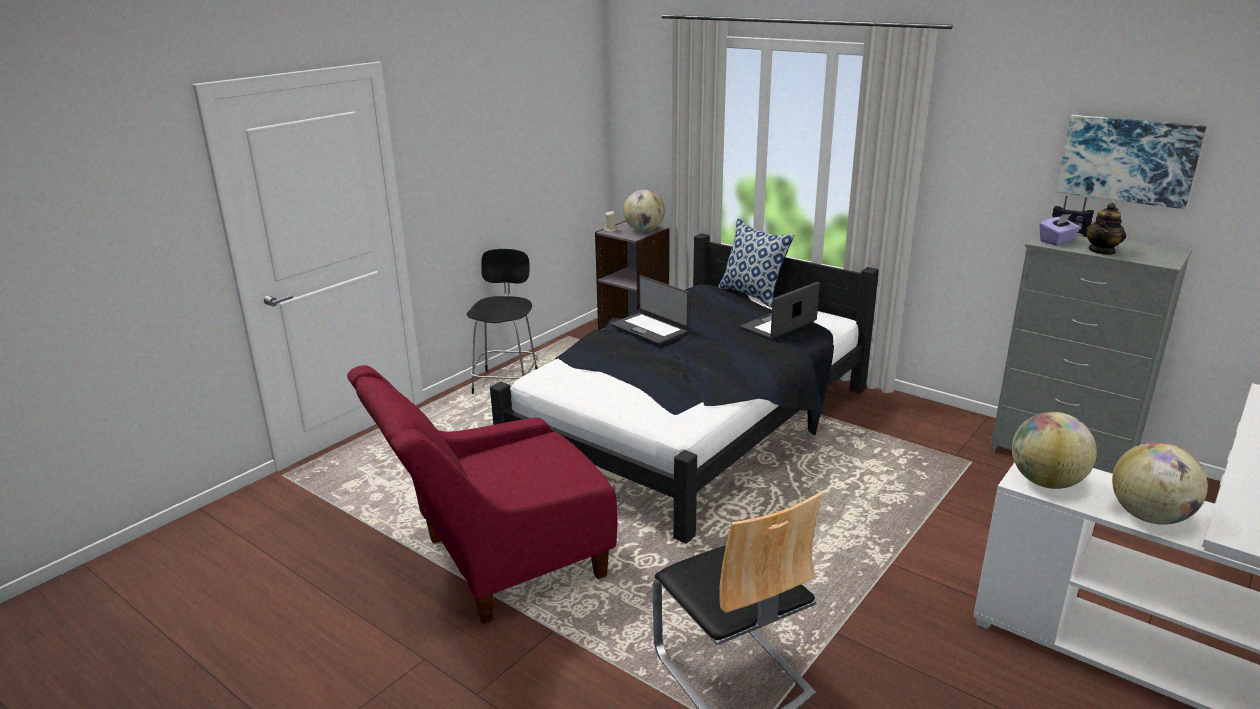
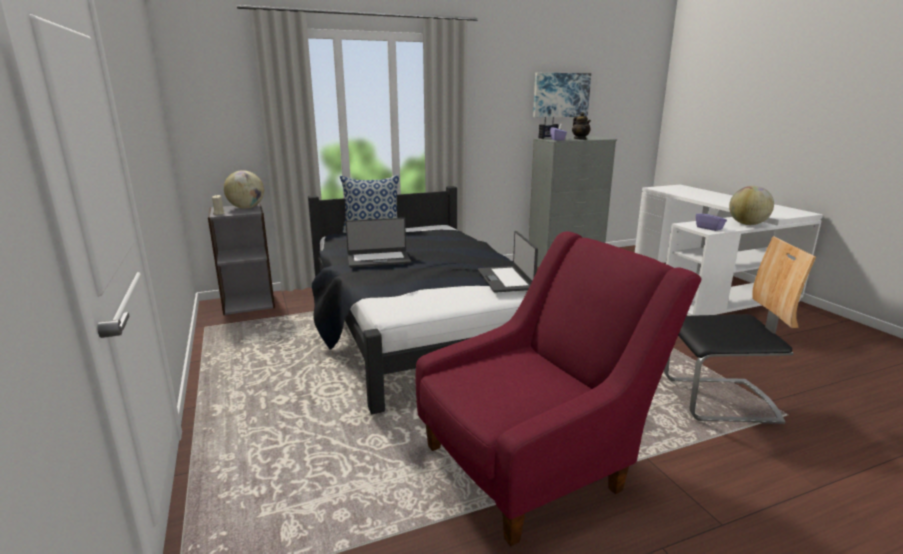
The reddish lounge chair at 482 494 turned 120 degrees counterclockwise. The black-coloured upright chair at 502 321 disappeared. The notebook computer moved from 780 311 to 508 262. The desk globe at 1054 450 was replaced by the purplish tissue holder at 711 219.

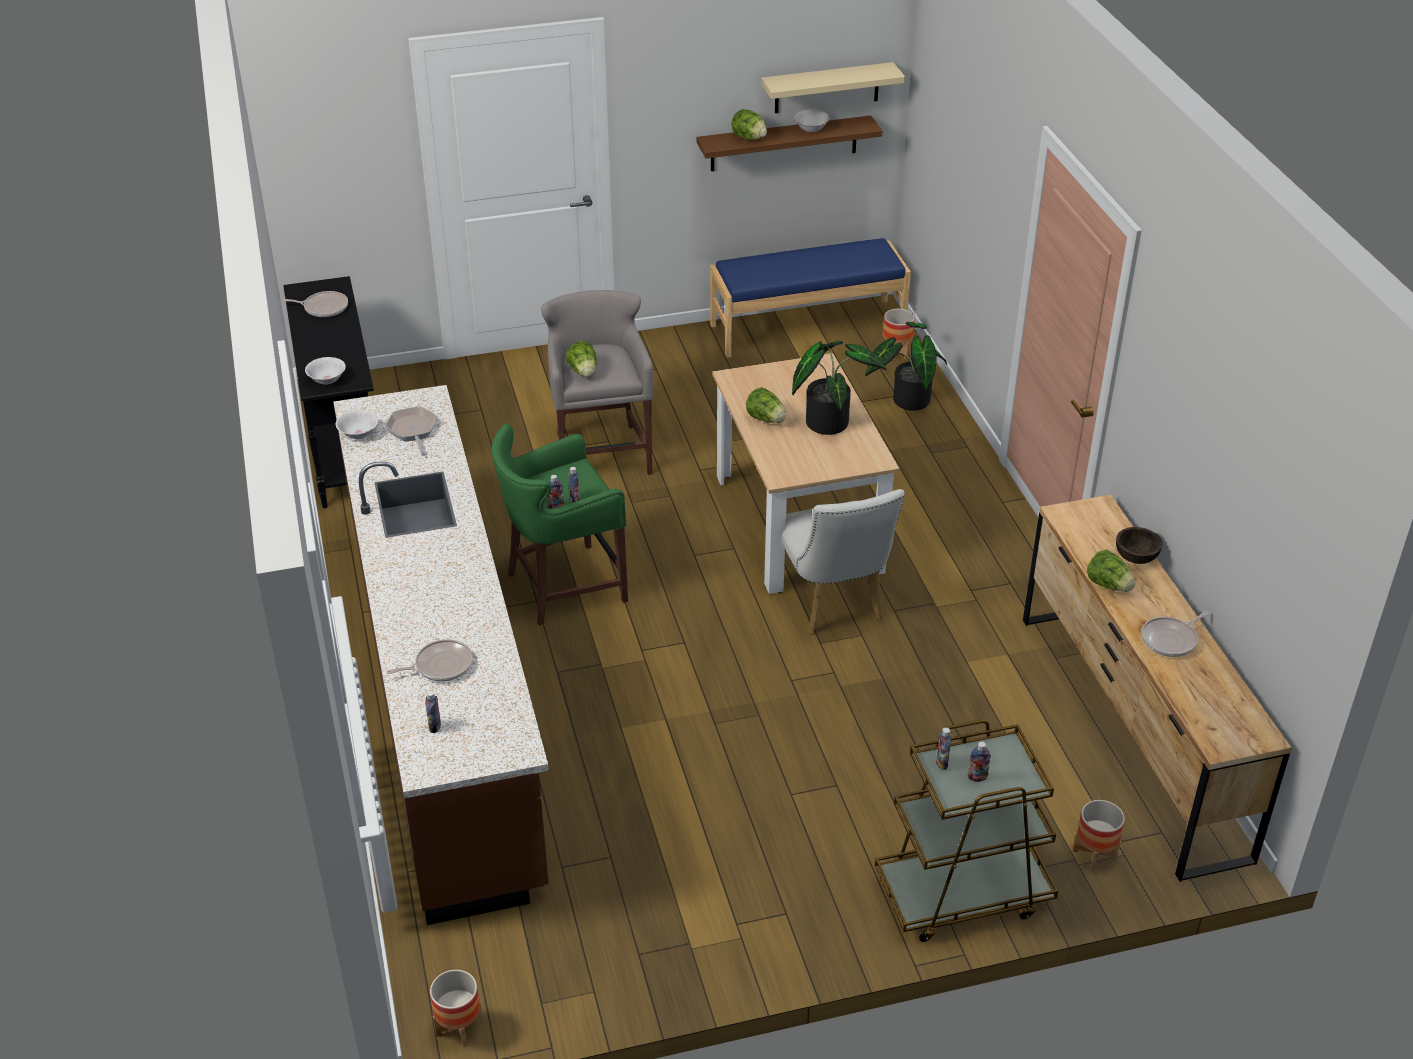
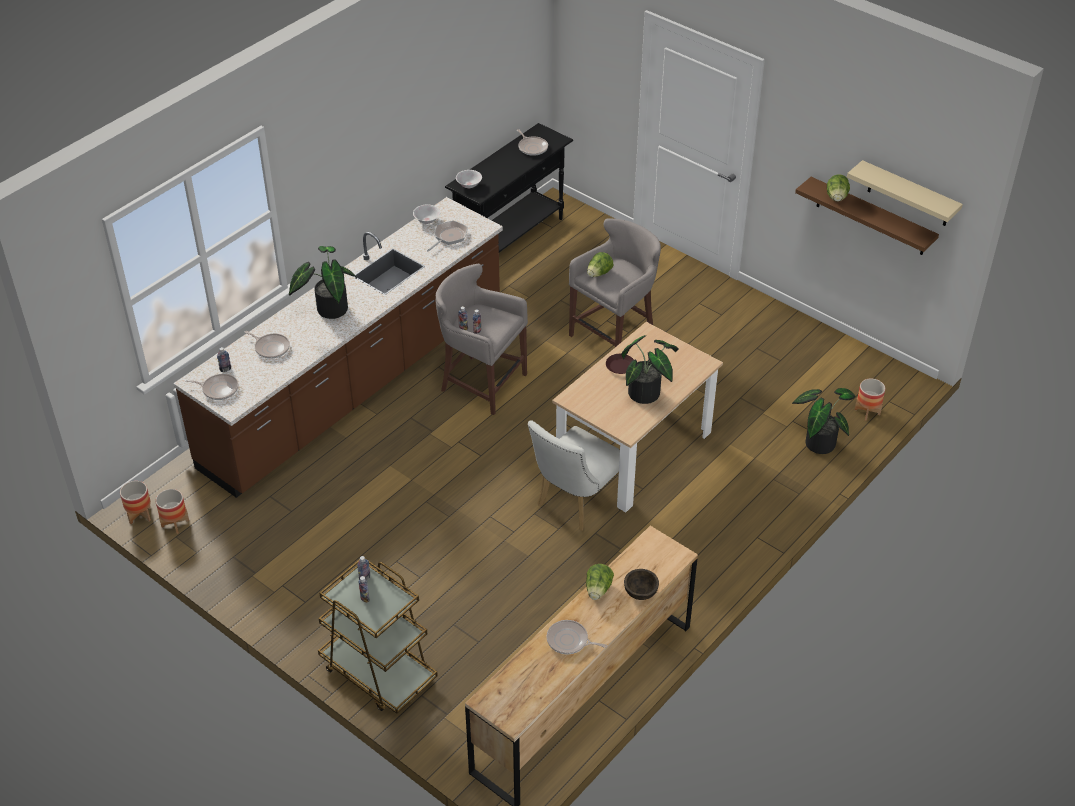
The green-coloured stool at 560 525 became the grey stool at 481 339. The blue-coloured indoor bench at 810 298 disappeared. The lettuce head at 766 405 was replaced by the brownish dinner plate at 620 364. The whitish serving bowl at 812 121 disappeared. The plant pot moved from 1099 835 to 172 511. The frying pan at 211 387 appeared. The plant in a pot at 323 282 appeared.

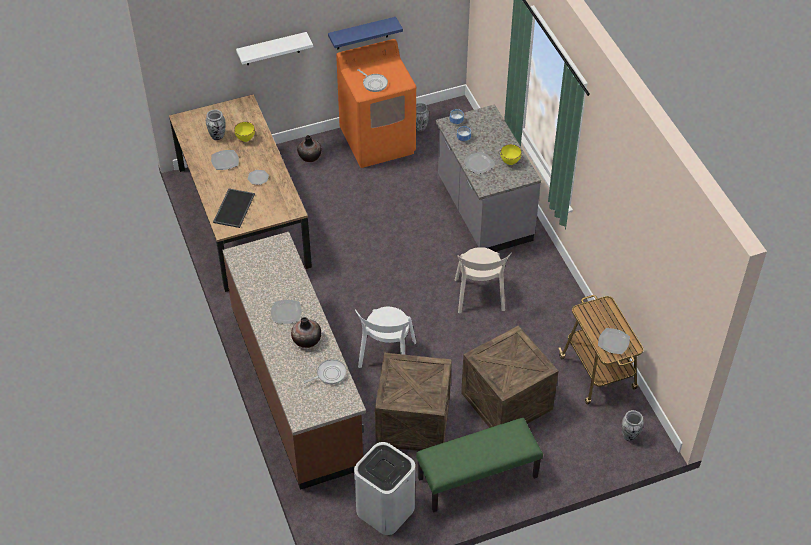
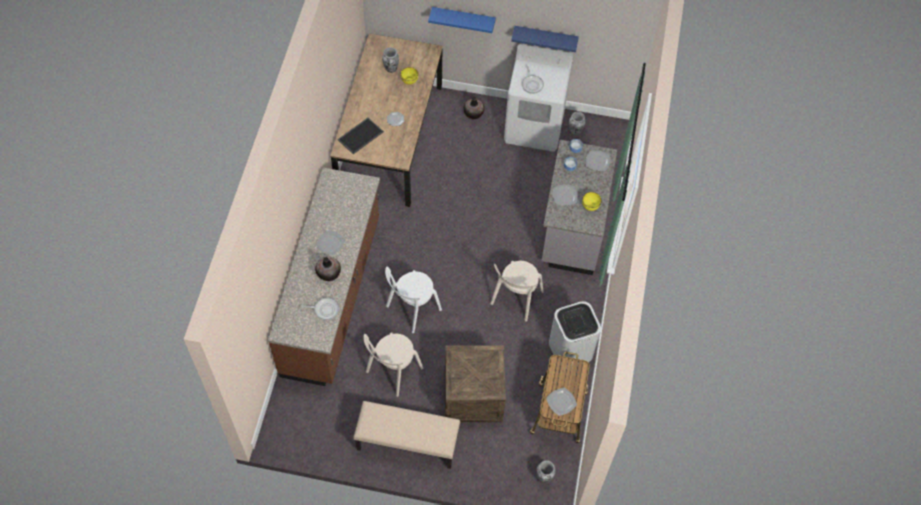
The dinner plate moved from 225 160 to 598 160. The whitish bracket shelf at 274 48 became the blue-coloured bracket shelf at 462 20. The orange-coloured washing machine at 376 103 became the whitish washing machine at 539 98. The whitish trash can moved from 384 488 to 575 334. The shipping crate at 413 402 was replaced by the sand-coloured upright chair at 393 364. The green-coloured indoor bench at 479 465 became the sand-coloured indoor bench at 406 435.

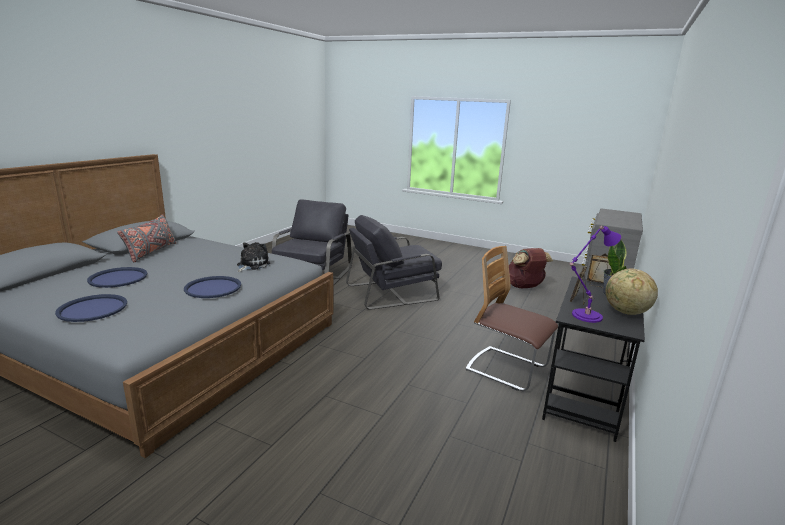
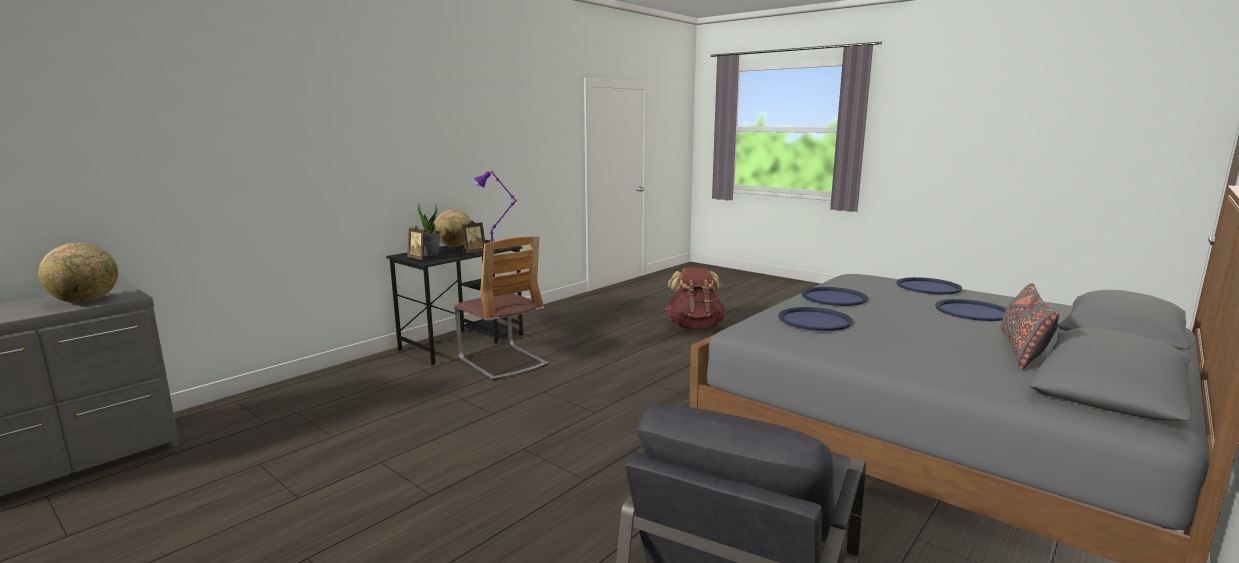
The soft toy at 253 257 was replaced by the blue-coloured tray at 815 319. The grey lounge chair at 394 262 disappeared. The brownish backpack moved from 531 268 to 696 298. The desk globe at 78 272 appeared.

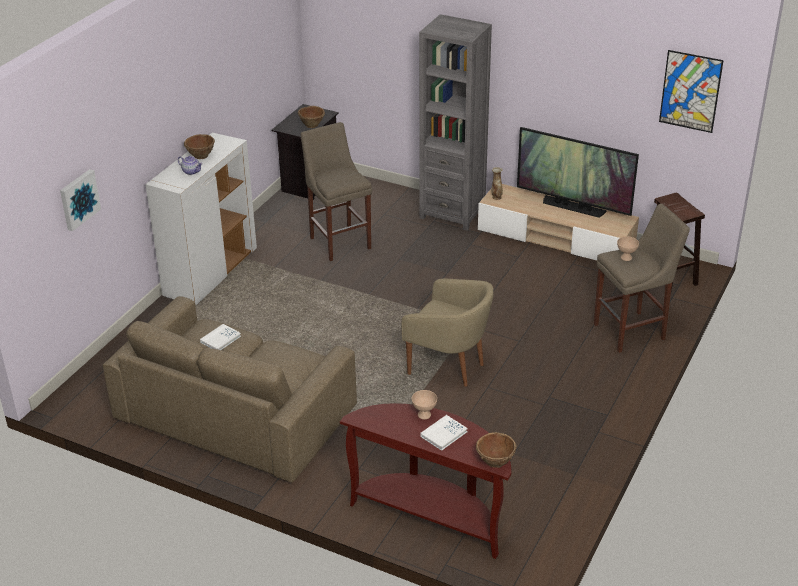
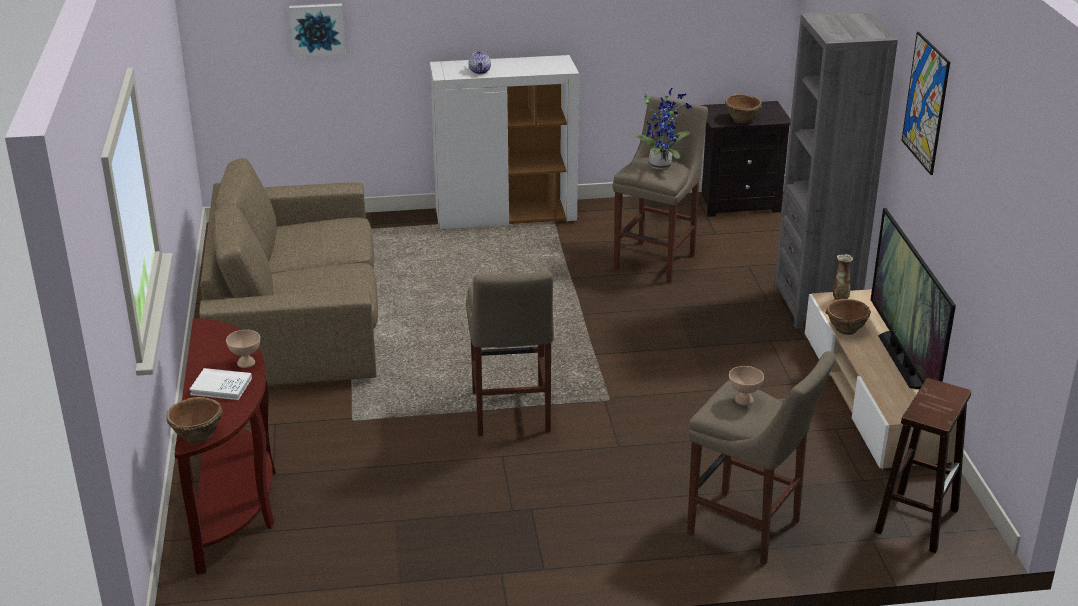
The brownish serving bowl moved from 199 146 to 848 317. The whitish volume at 220 337 disappeared. The sand-coloured lounge chair at 447 333 was replaced by the sand-coloured stool at 510 353. The wall picture moved from 691 91 to 926 103. The plant in a pot at 661 129 appeared.

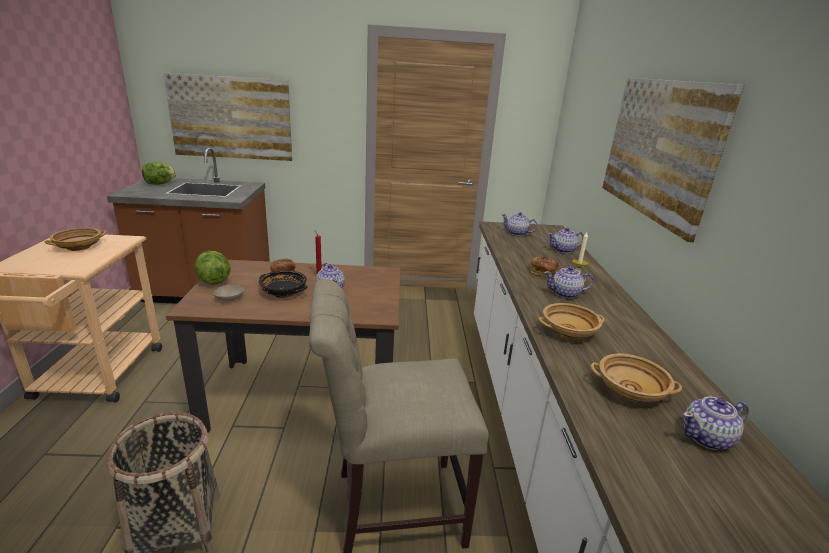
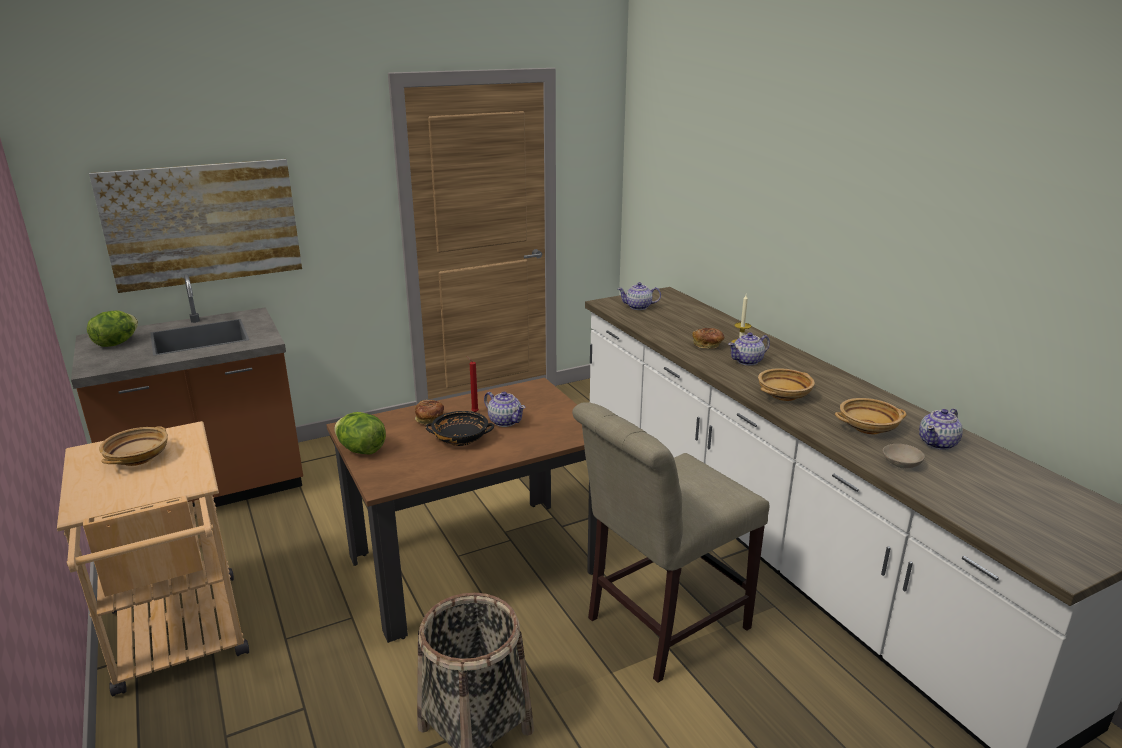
The sand-coloured serving bowl moved from 228 293 to 904 456. The tea pot at 566 240 disappeared. The wall picture at 673 160 disappeared.

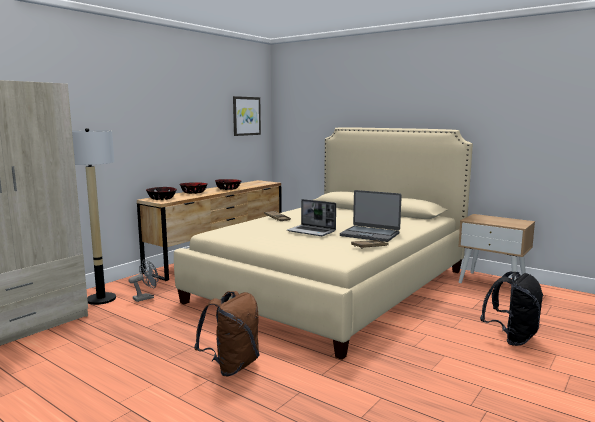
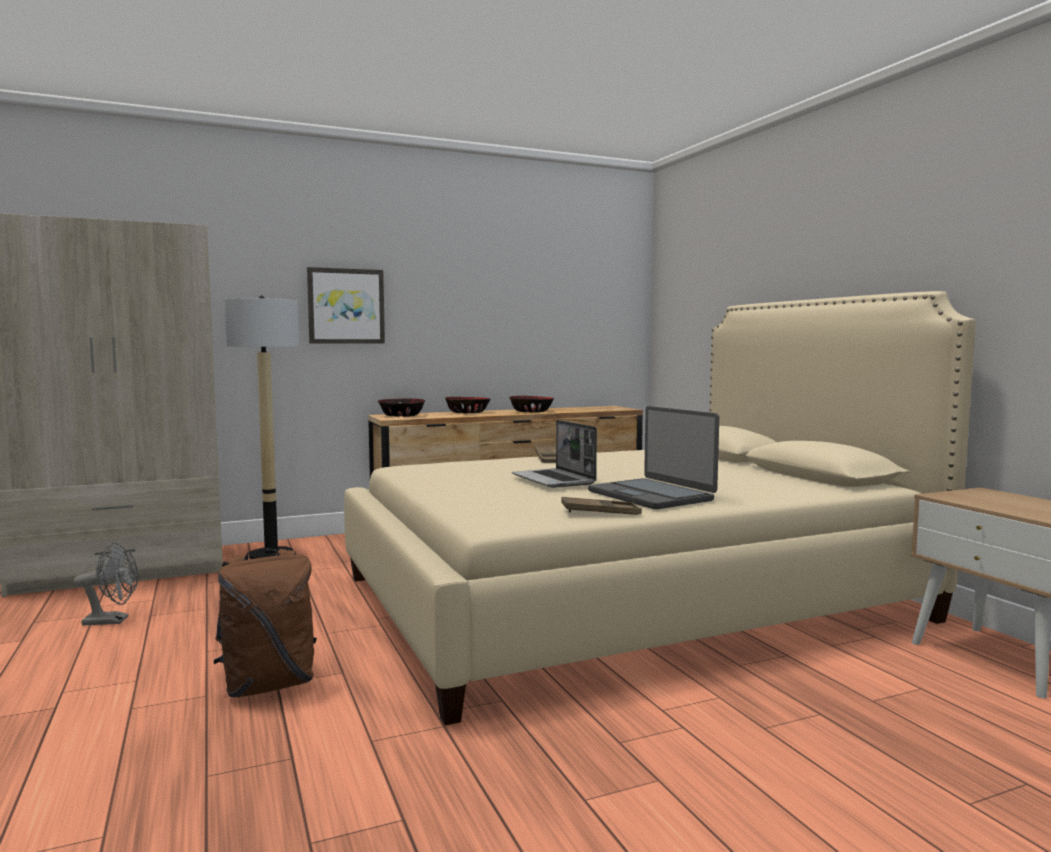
The grey electric fan moved from 144 280 to 106 584. The wall picture moved from 247 116 to 346 305. The black-coloured backpack at 512 309 disappeared.

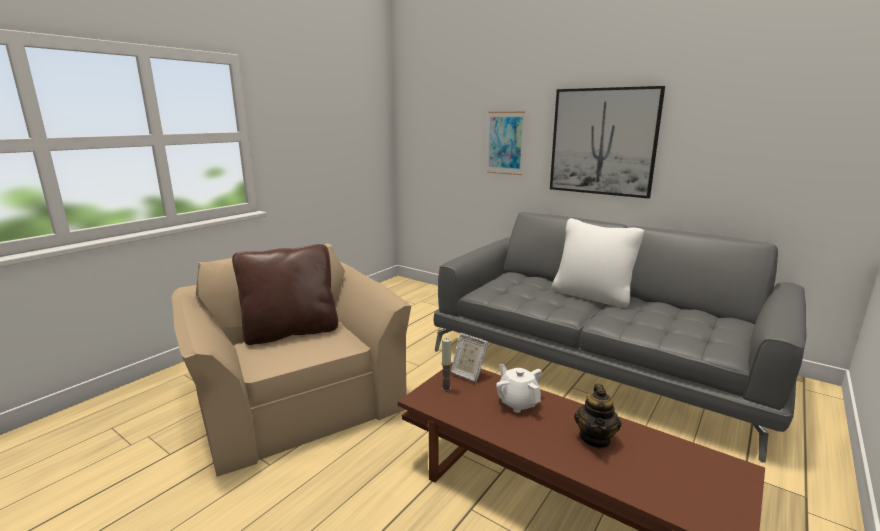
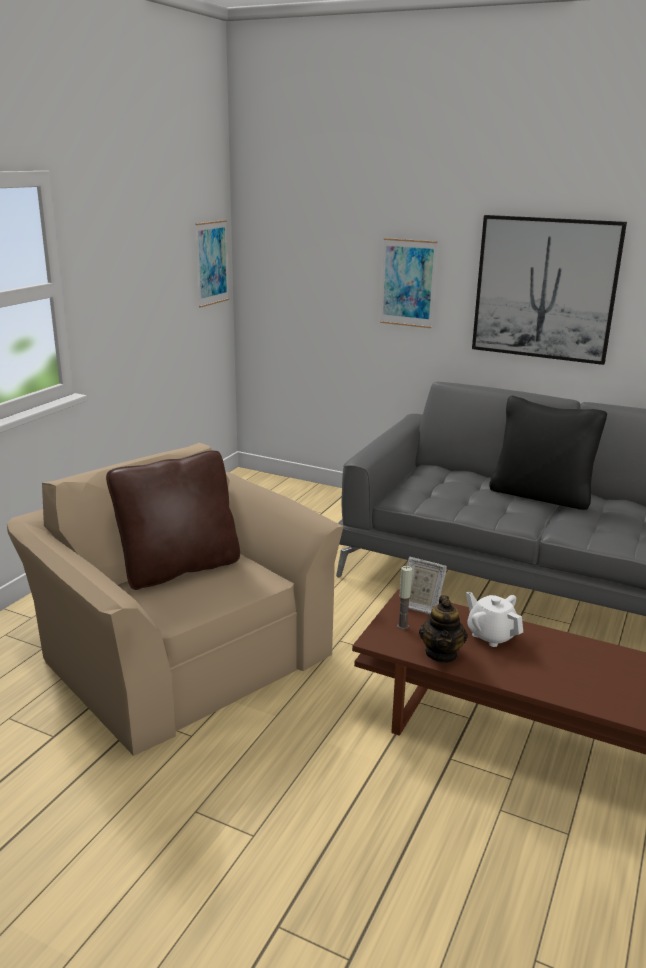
The whitish cushion at 598 263 became the black-coloured cushion at 548 453. The tea pot moved from 598 416 to 443 629. The wall picture at 212 264 appeared.

